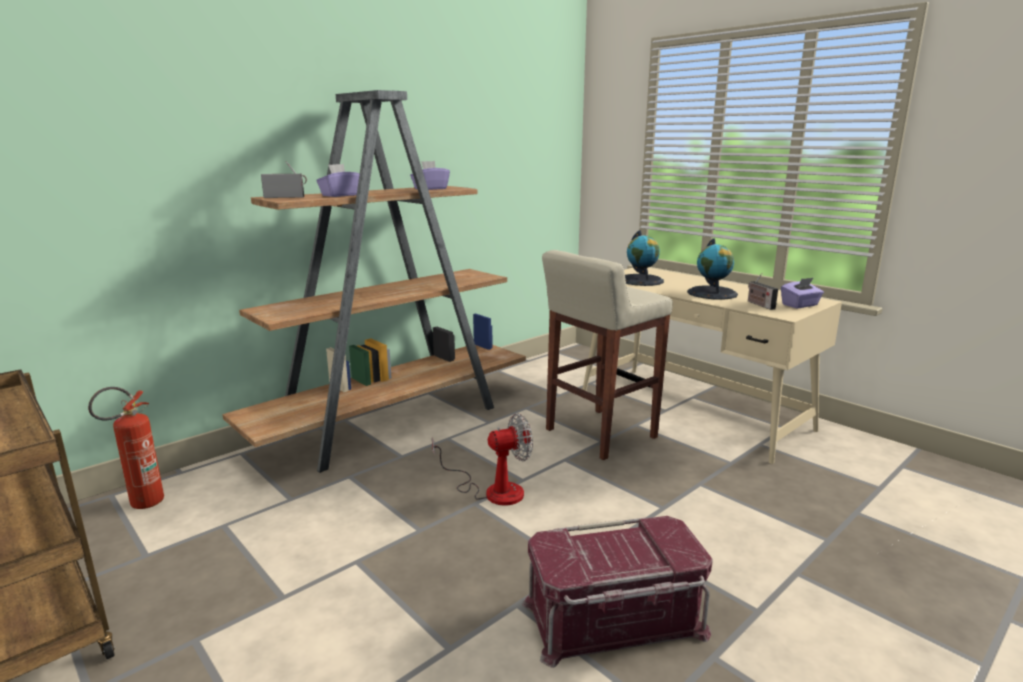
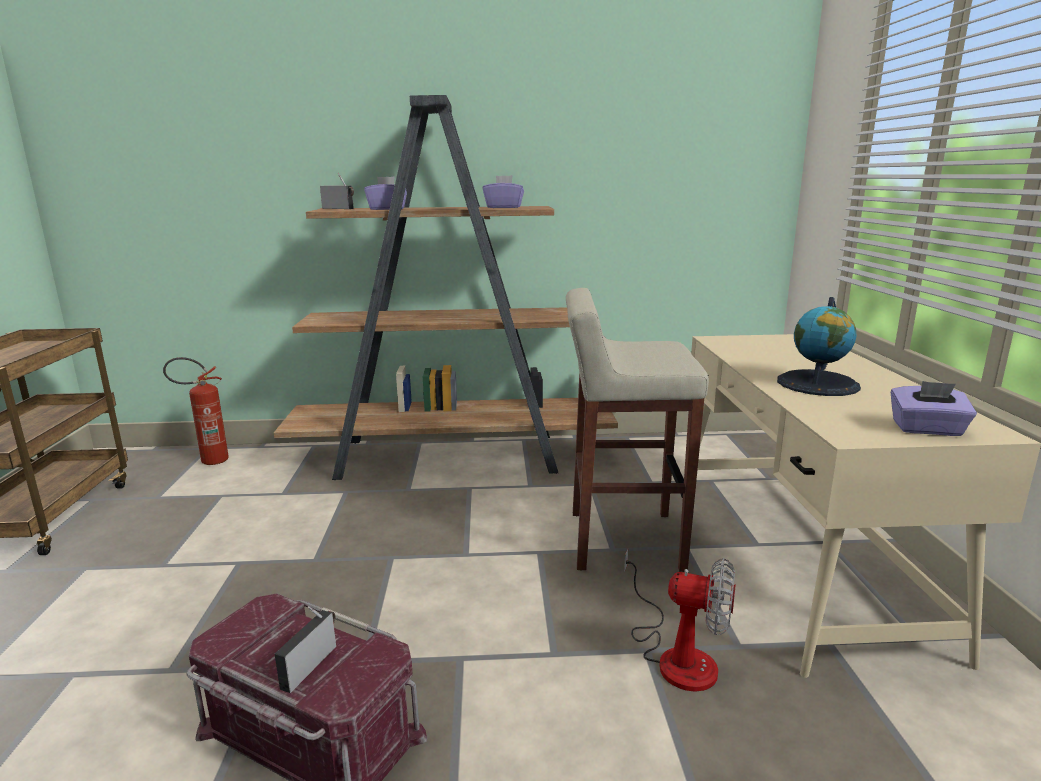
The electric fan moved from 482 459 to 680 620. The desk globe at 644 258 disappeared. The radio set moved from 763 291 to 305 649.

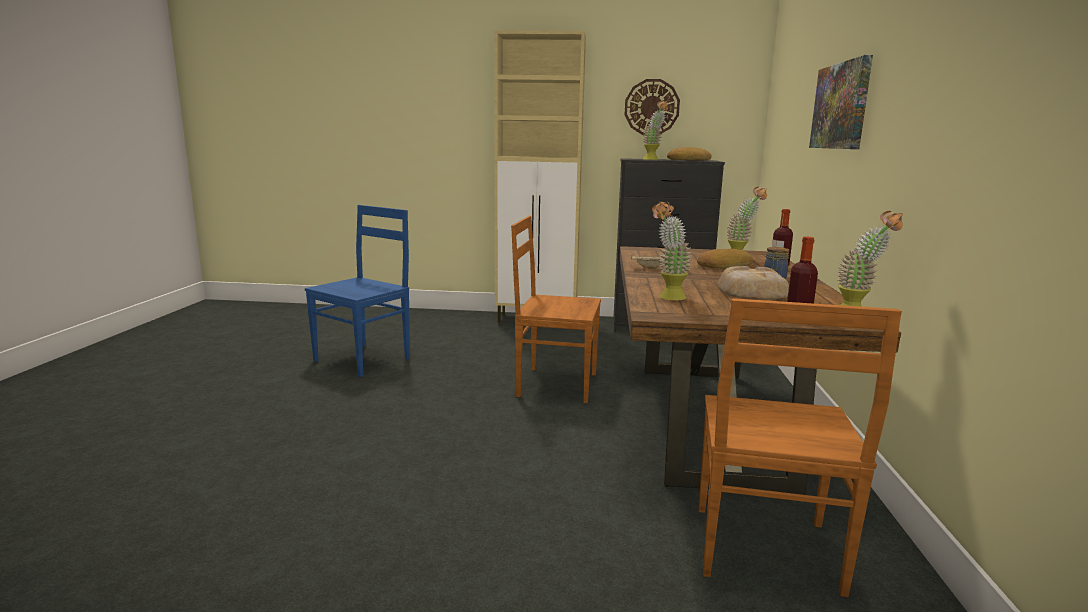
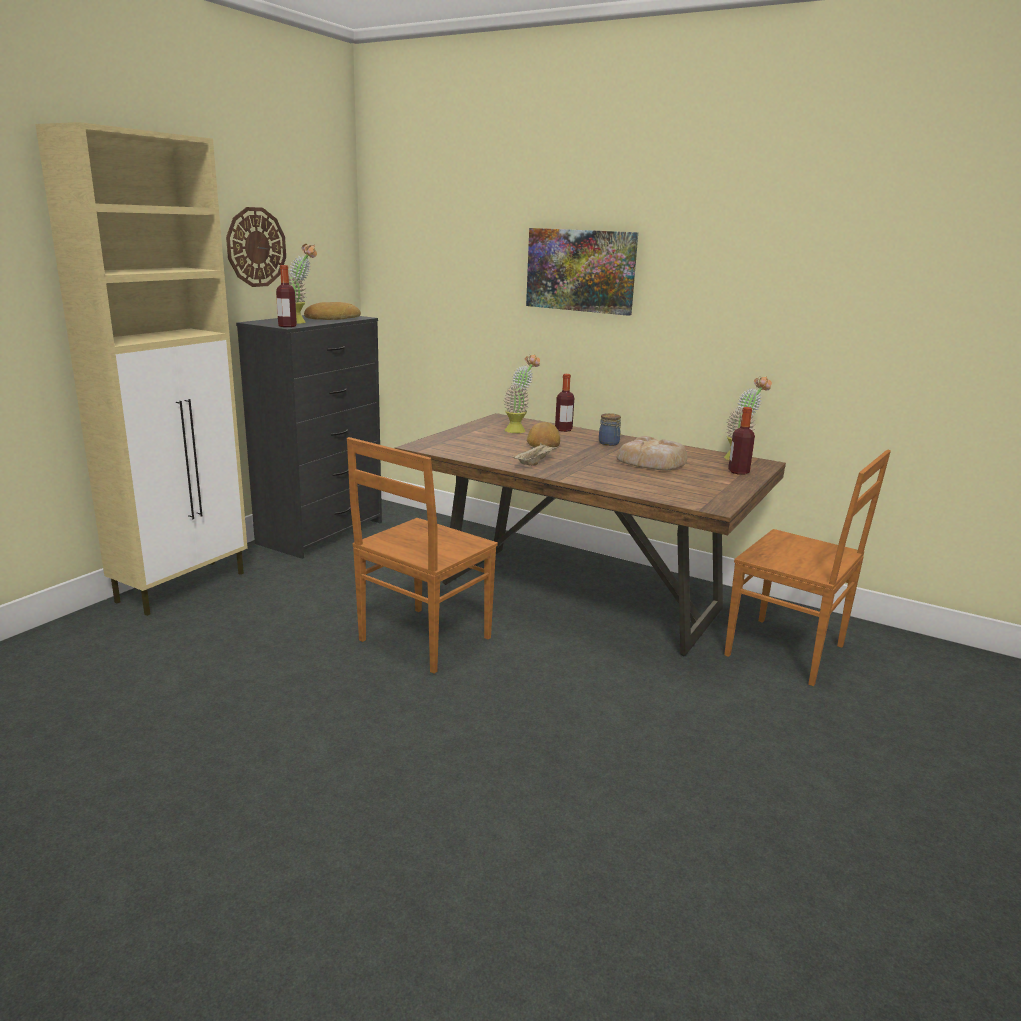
The blue-coloured upright chair at 357 291 disappeared. The plant in a pot at 672 250 disappeared. The beverage bottle at 286 296 appeared.

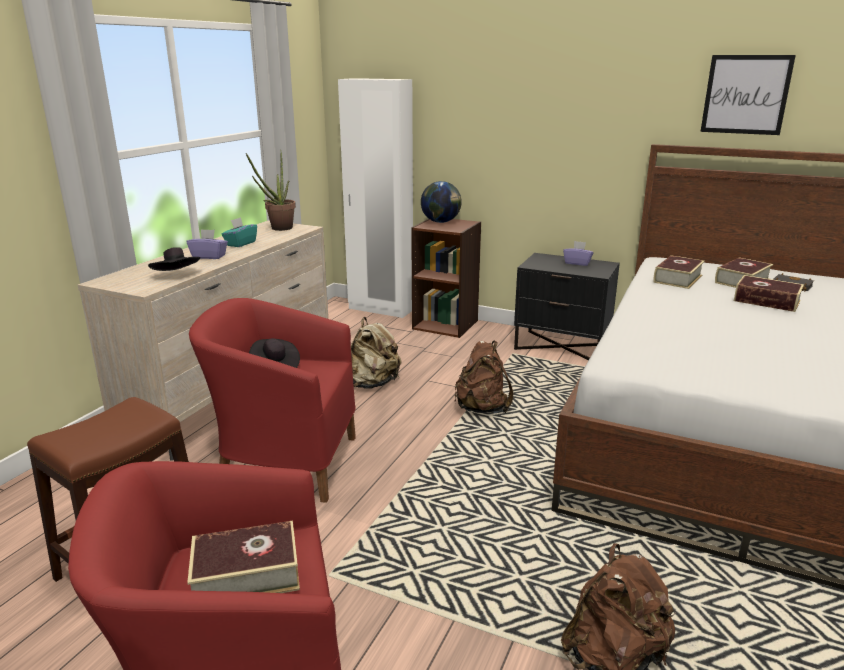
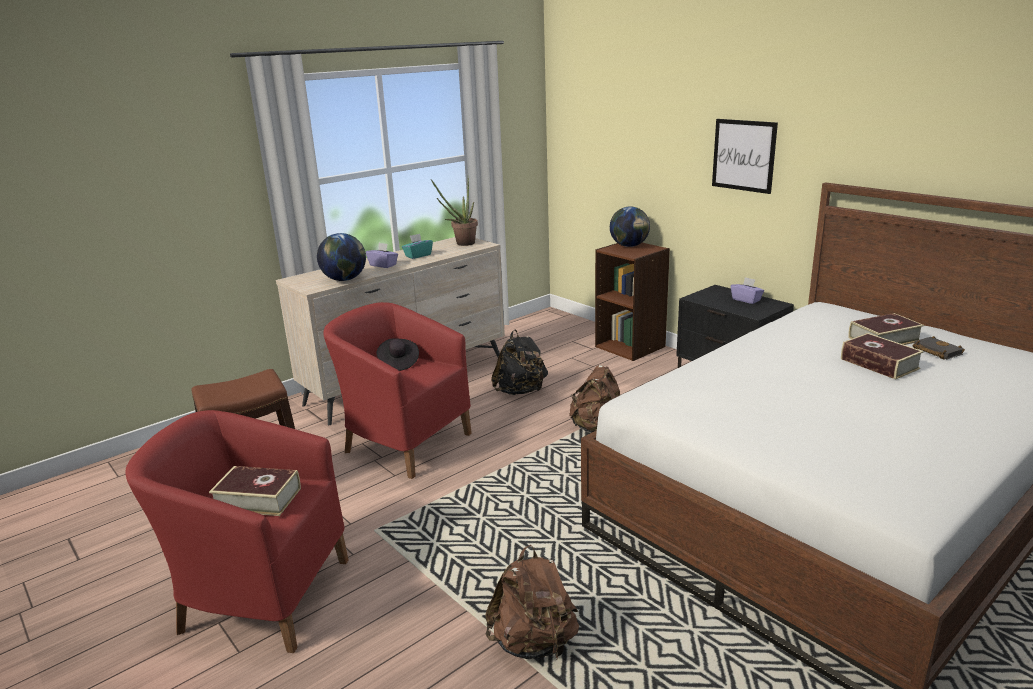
The black-coloured clothing hat at 174 259 was replaced by the desk globe at 341 257. The whitish armoire at 375 198 disappeared. The sand-coloured backpack at 376 353 became the black-coloured backpack at 519 362. The volume at 679 272 disappeared. The wall picture moved from 748 95 to 745 156.

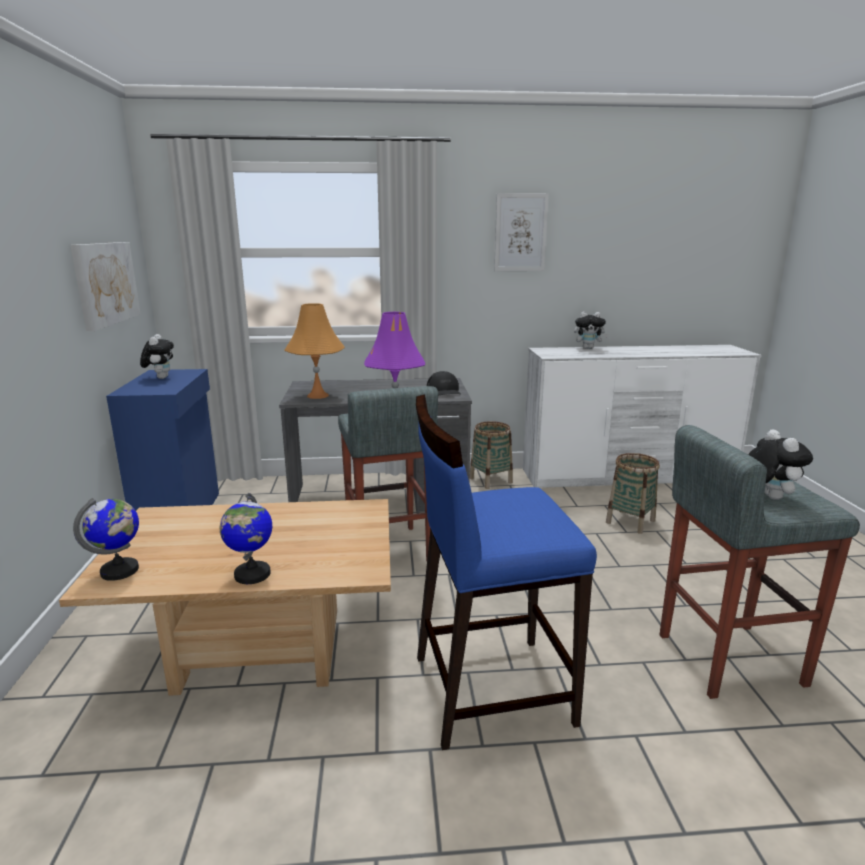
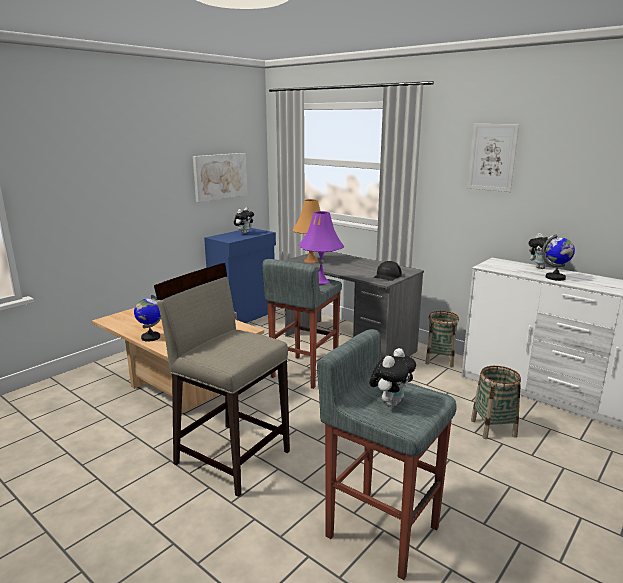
The desk globe moved from 106 539 to 558 257. The blue-coloured stool at 506 572 became the sand-coloured stool at 222 380.

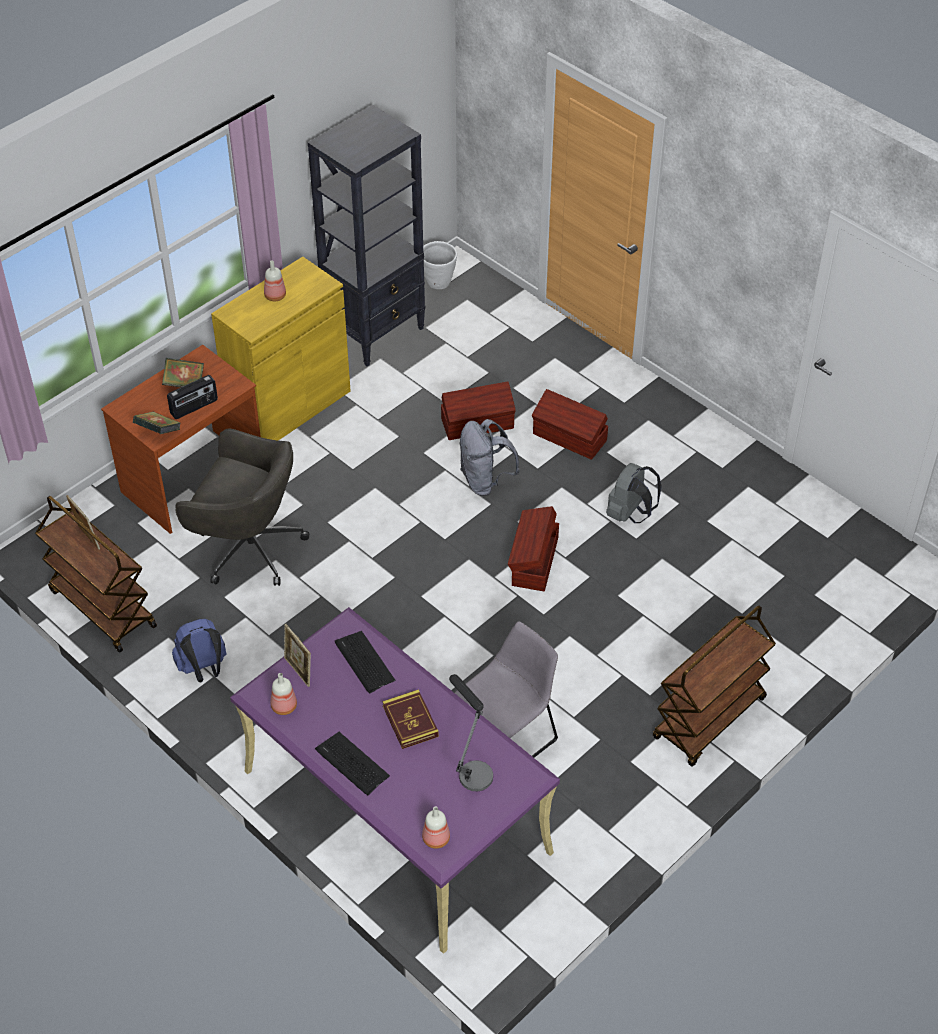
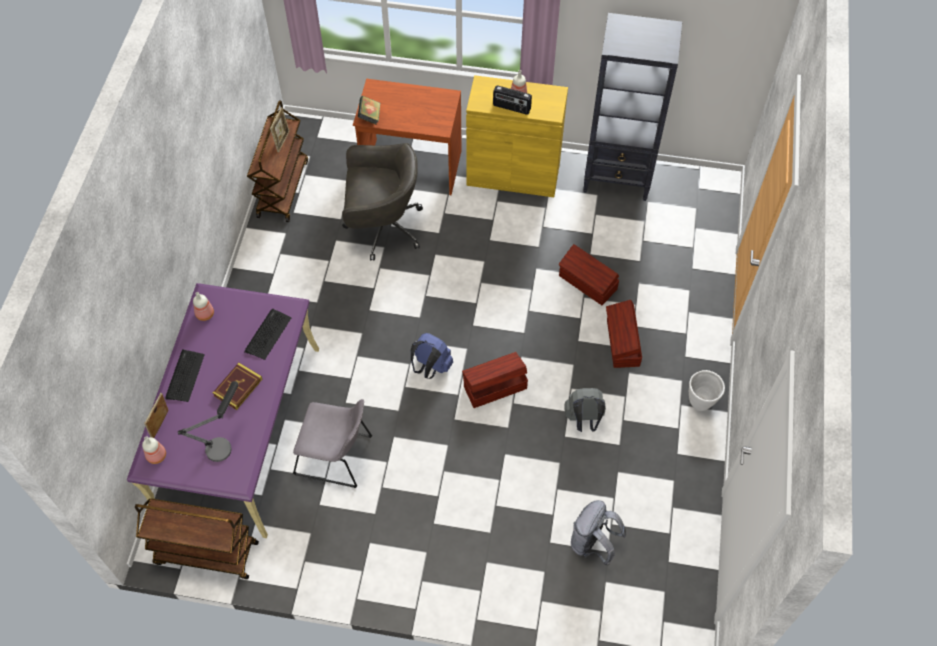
The volume at 183 373 disappeared. The radio set moved from 192 397 to 512 100. The blue-coloured backpack moved from 199 651 to 432 356. The grey desk chair at 242 507 turned 75 degrees counterclockwise. The picture frame moved from 297 655 to 156 415. The whitish plant pot moved from 440 265 to 707 390. The grey backpack moved from 489 457 to 599 533. The brownish cart moved from 714 686 to 197 538.

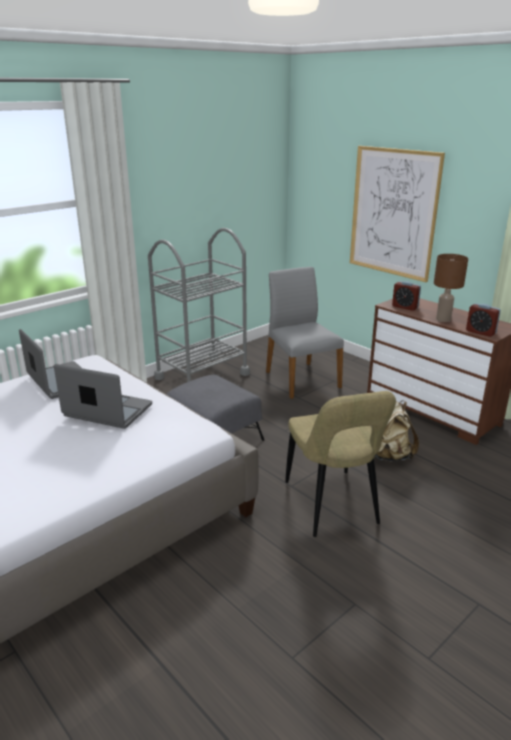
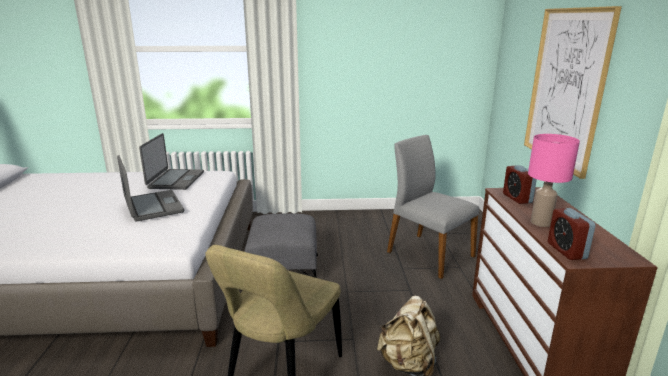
The grey cart at 199 305 disappeared. The grey upright chair at 305 333 turned 60 degrees counterclockwise. The brownish lamp for a table at 451 288 became the pink-coloured lamp for a table at 554 180.

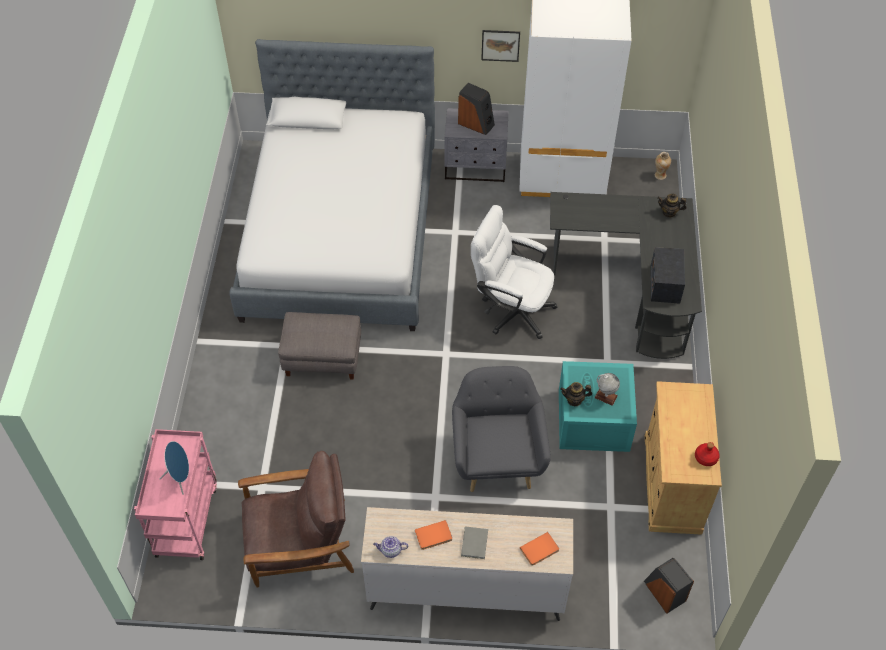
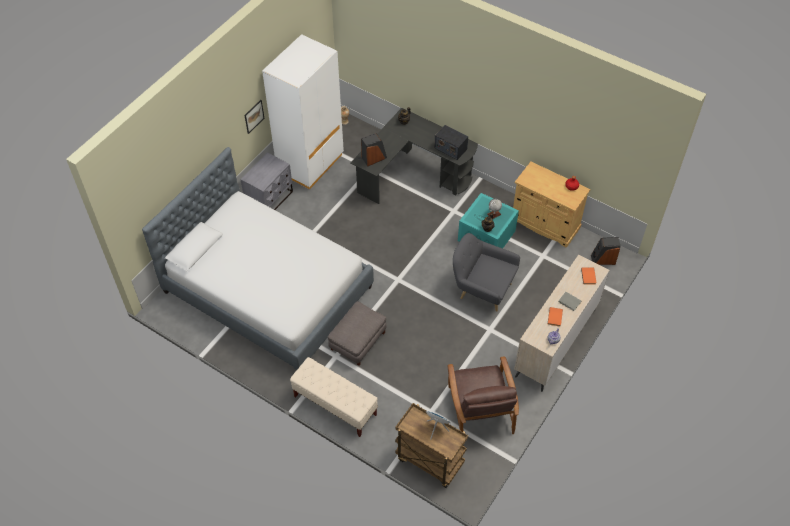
The pink-coloured cart at 175 494 became the brownish cart at 431 445. The brownish lounge chair at 296 519 turned 150 degrees clockwise. The speaker moved from 476 109 to 374 149. The whitish desk chair at 514 272 disappeared. The sand-coloured indoor bench at 334 397 appeared.

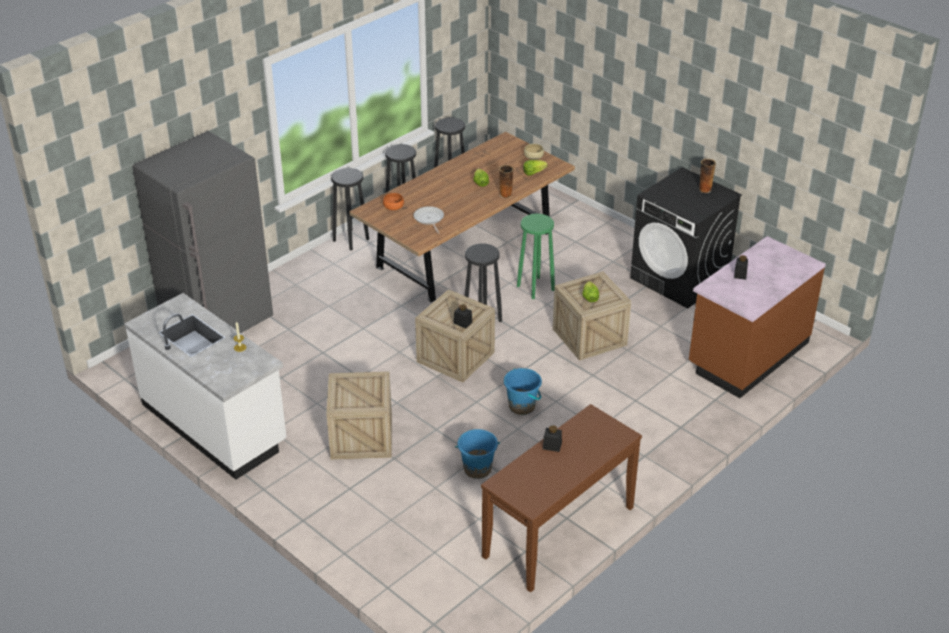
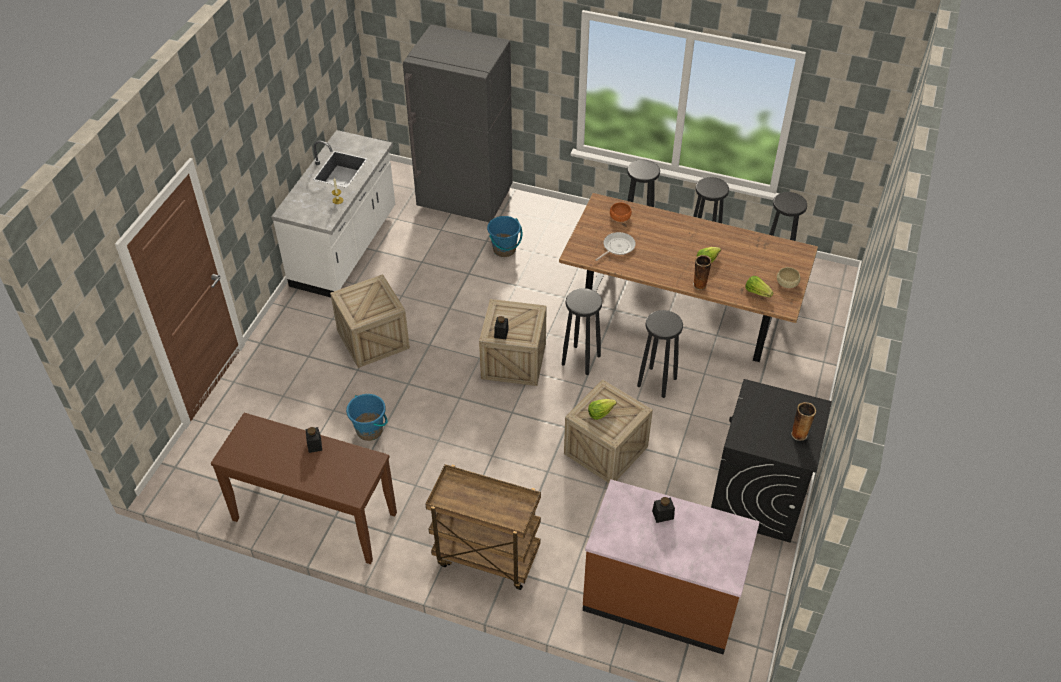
The blue-coloured pail moved from 523 391 to 504 236. The green-coloured stool at 536 256 became the black-coloured stool at 660 354. The brownish cart at 483 527 appeared.

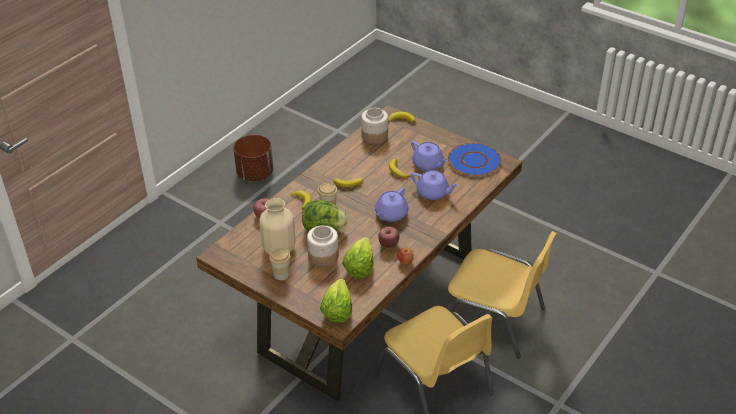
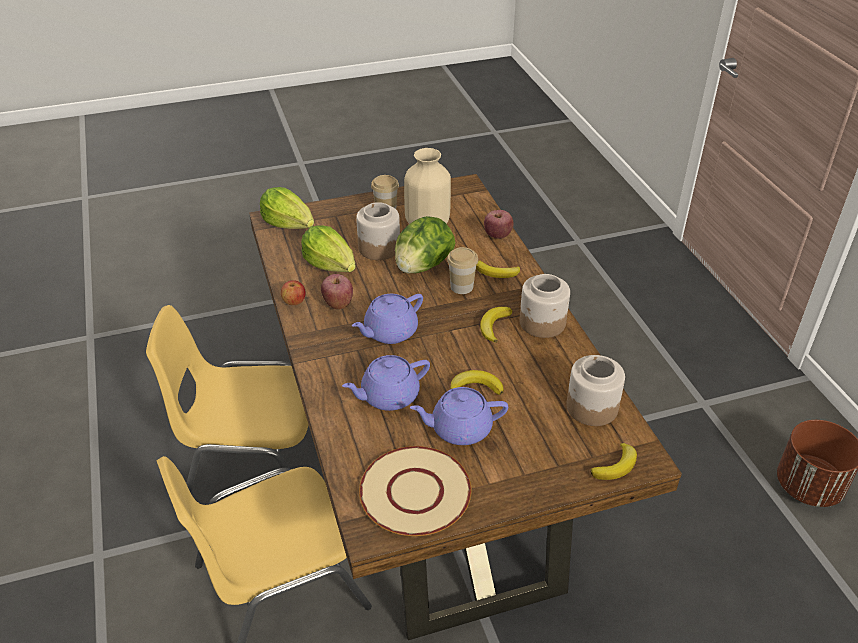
The purplish tea pot at 392 204 turned 105 degrees counterclockwise. The blue-coloured dinner plate at 475 159 became the sand-coloured dinner plate at 415 491. The storage jar at 544 306 appeared.

